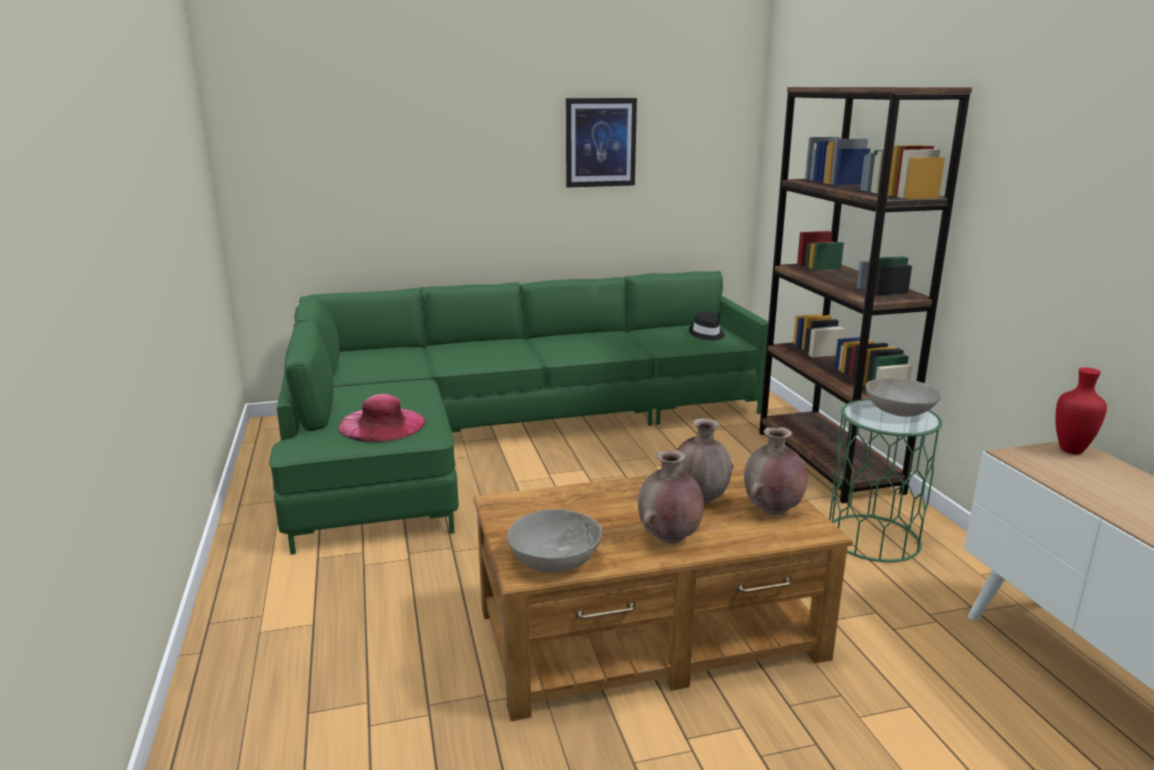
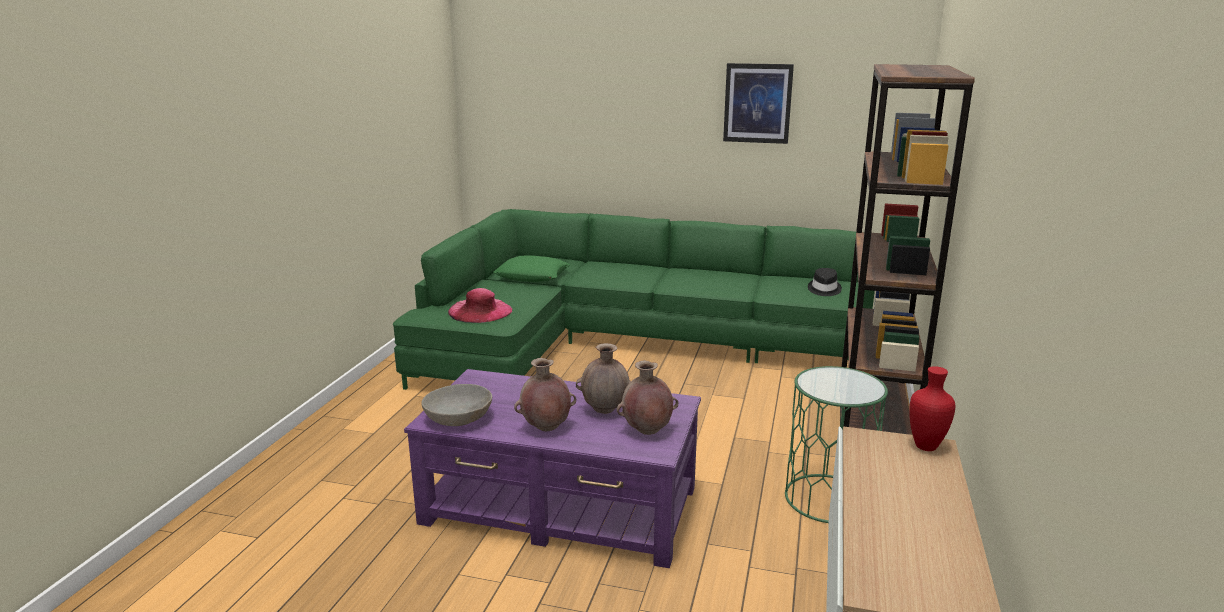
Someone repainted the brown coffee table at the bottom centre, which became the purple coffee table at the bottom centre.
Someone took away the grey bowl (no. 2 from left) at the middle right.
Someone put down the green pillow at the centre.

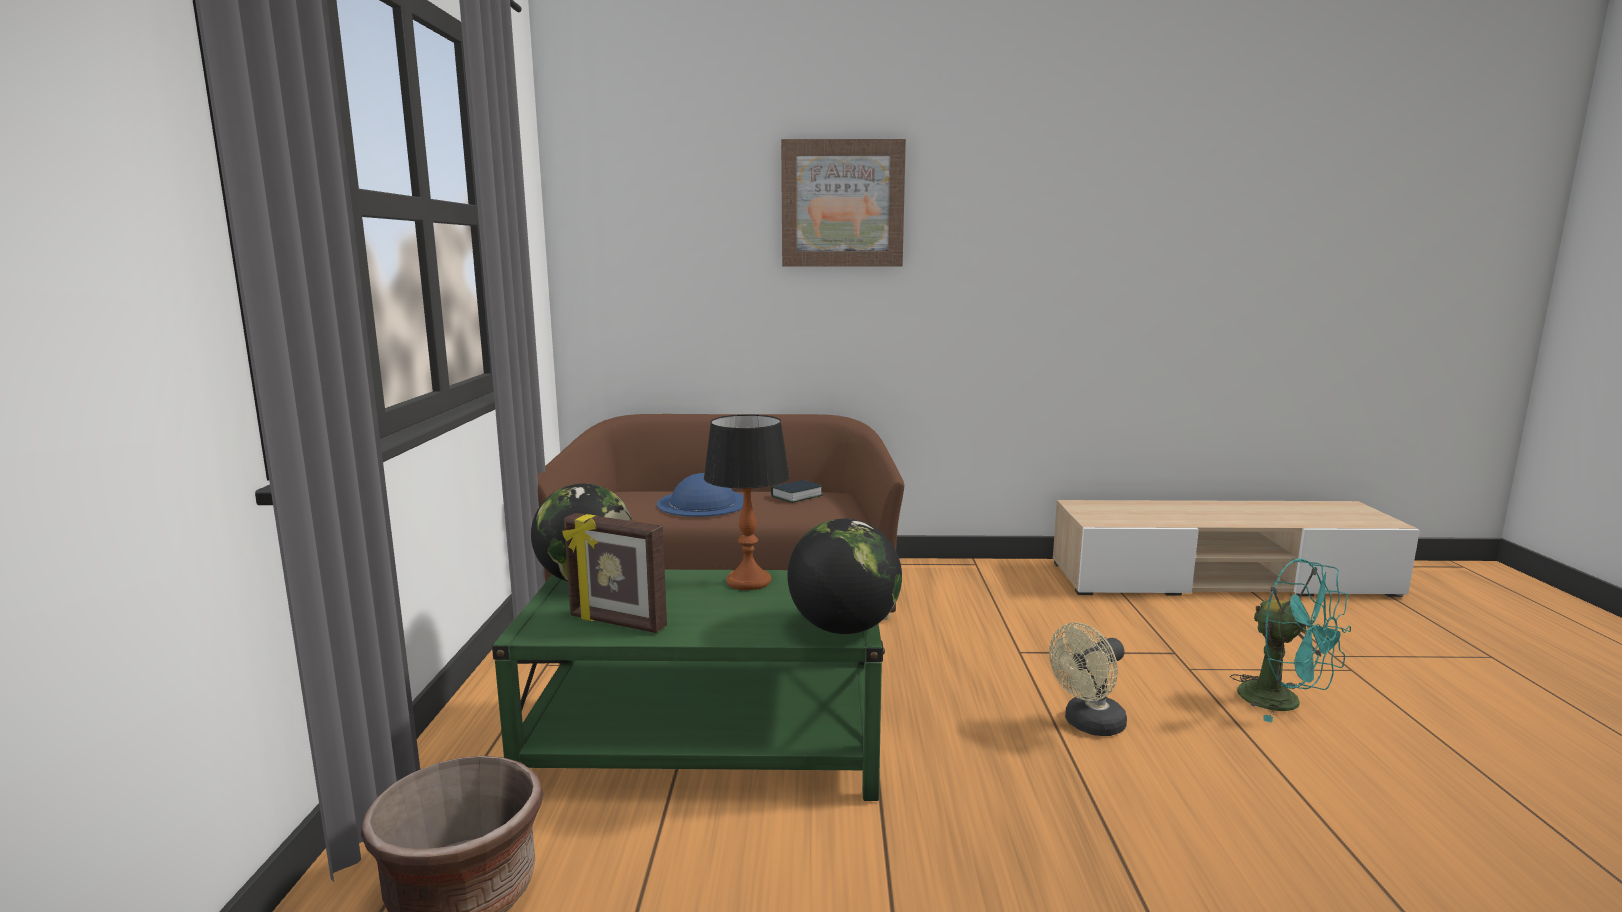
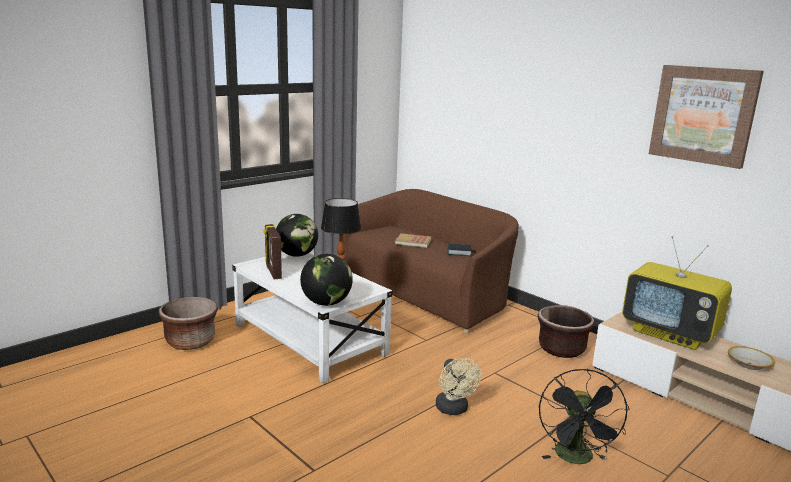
Someone repainted the green coffee table at the bottom centre, which became the white coffee table at the centre.
Someone swapped the blue hat at the centre for the book (no. 1 from left) at the centre.
Someone carried the picture from the top centre to the top right.
Someone rotated the beige fan at the bottom right by 120 degrees counterclockwise.
Someone repainted the turquoise fan at the bottom right, which became the black fan at the bottom right.
Someone put down the brown planter (no. 2 from left) at the bottom right.
Someone put down the television at the middle right.
Someone put down the bowl at the bottom right.

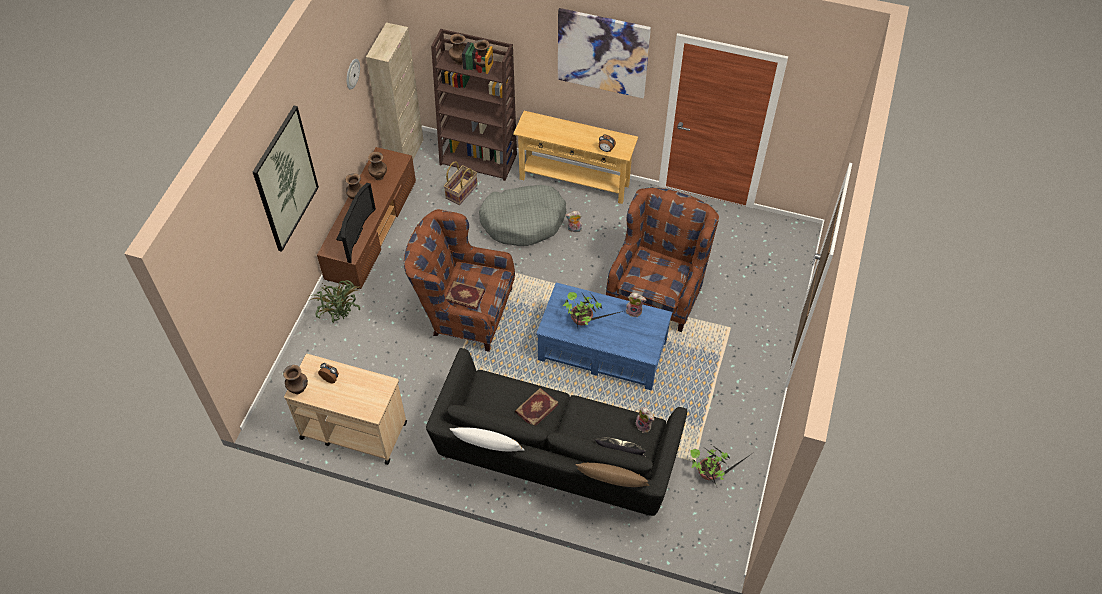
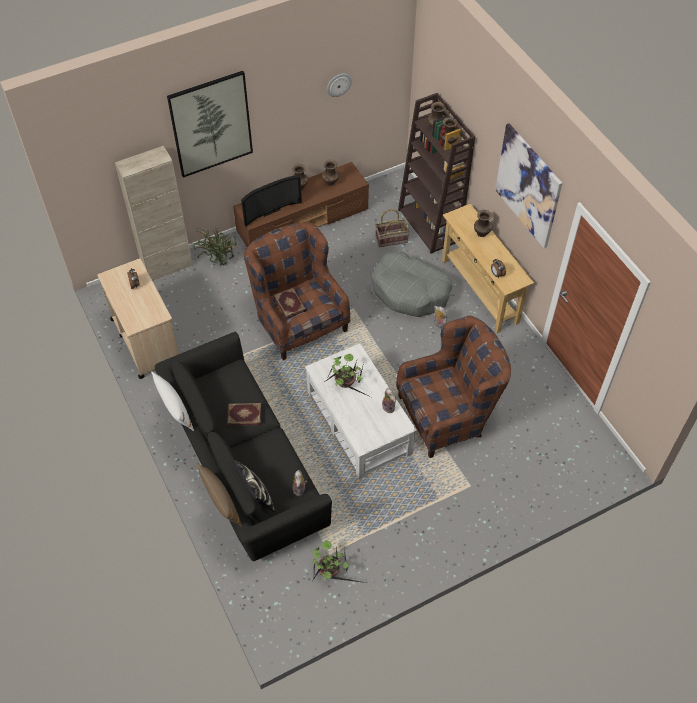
Someone carried the brown vase (no. 1 from left in the first image) from the middle left to the top right.
Someone carried the beige cabinet from the top centre to the top left.
Someone repainted the blue coffee table at the centre, which became the white coffee table at the centre.

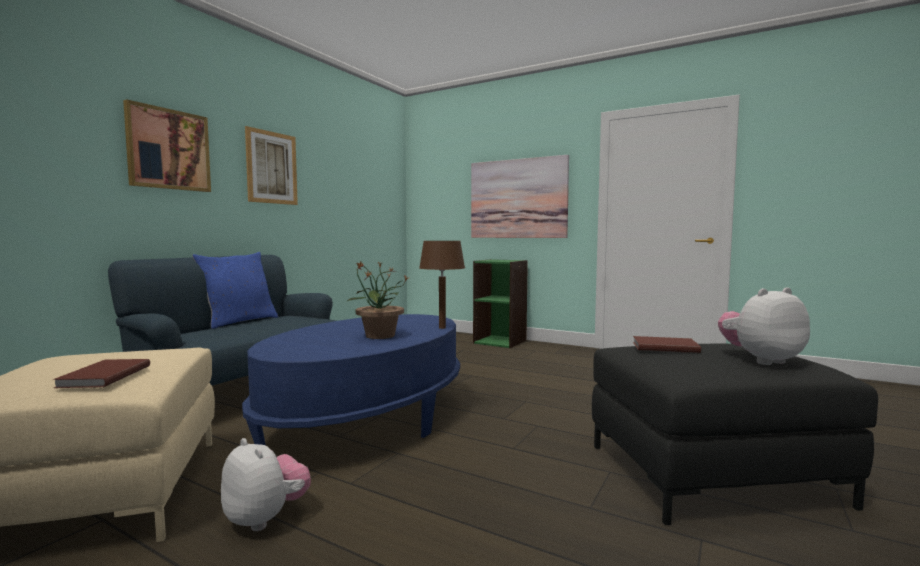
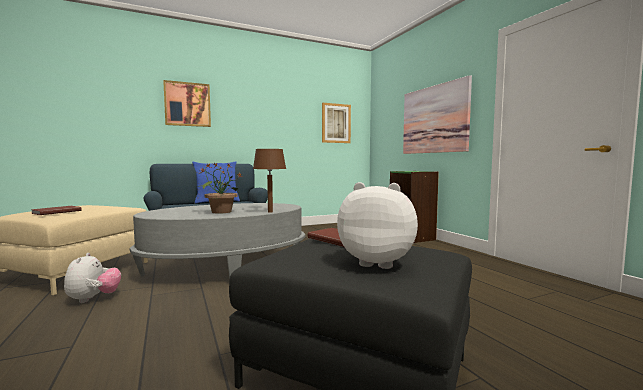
Someone repainted the blue coffee table at the bottom centre, which became the grey coffee table at the centre.
Someone carried the picture (no. 2 from left) from the top left to the top centre.

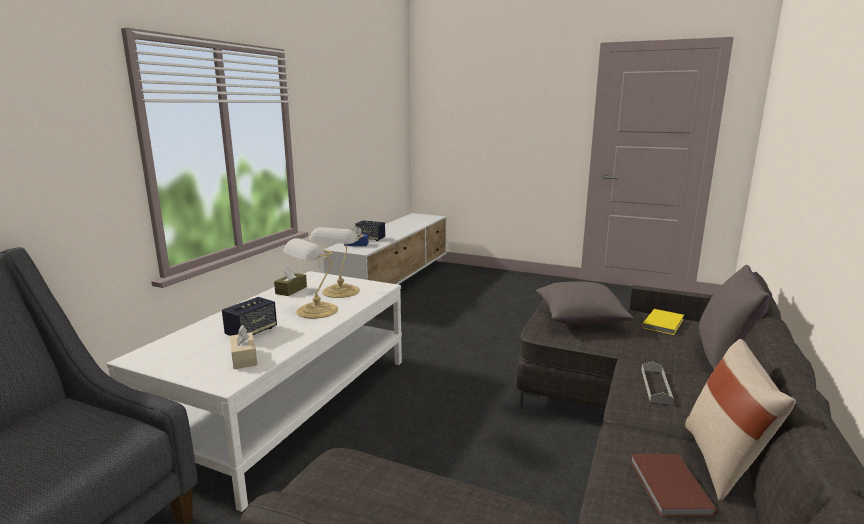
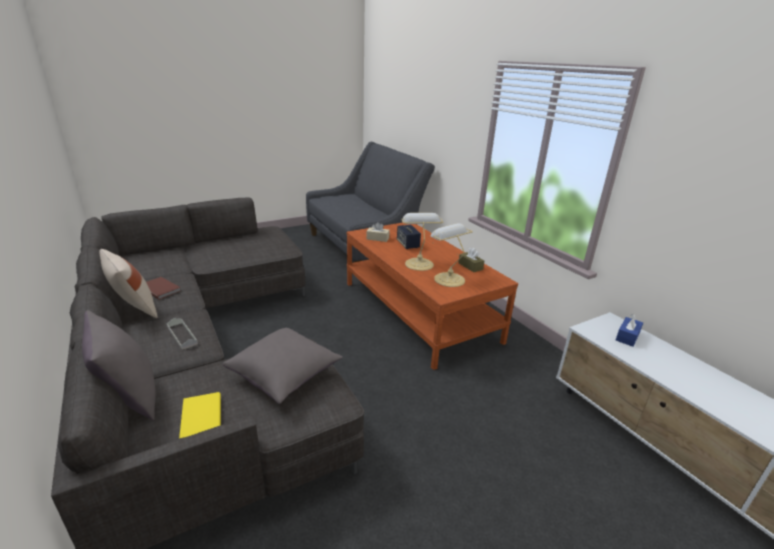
Someone repainted the white coffee table at the bottom left, which became the brown coffee table at the centre.
Someone took away the speaker (no. 2 from left) at the centre.

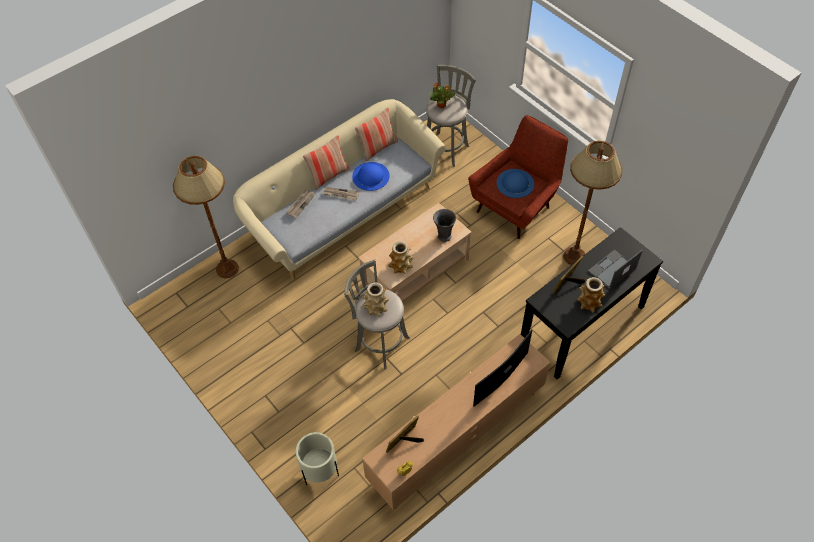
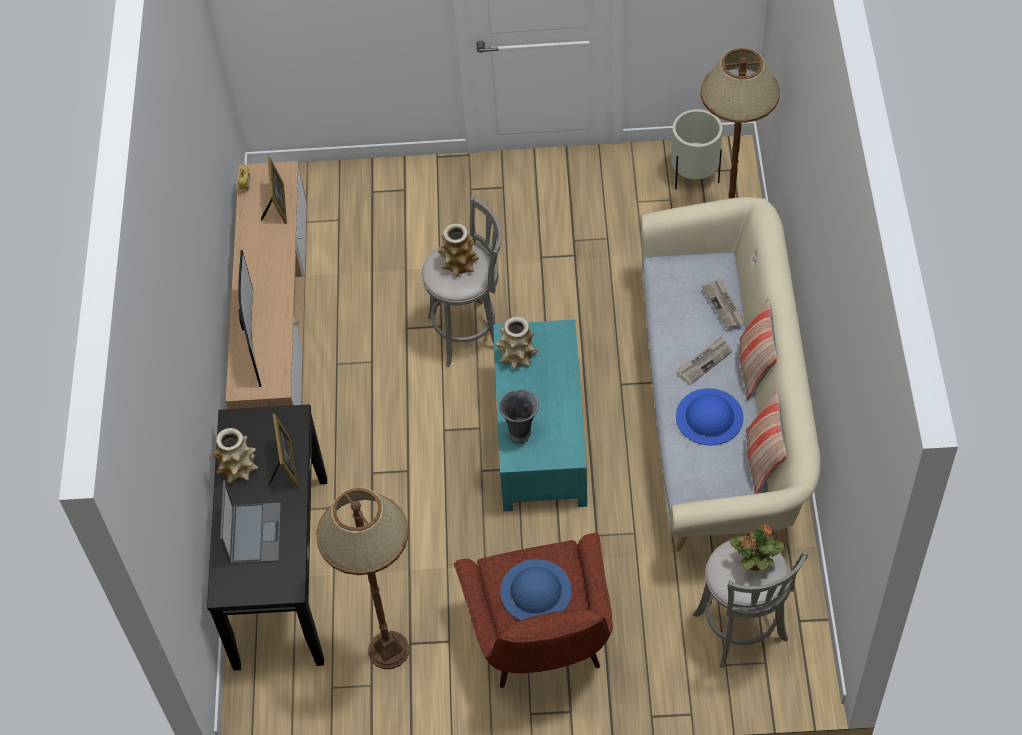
Someone carried the beige planter from the bottom centre to the top right.
Someone repainted the beige coffee table at the centre, which became the turquoise coffee table at the centre.

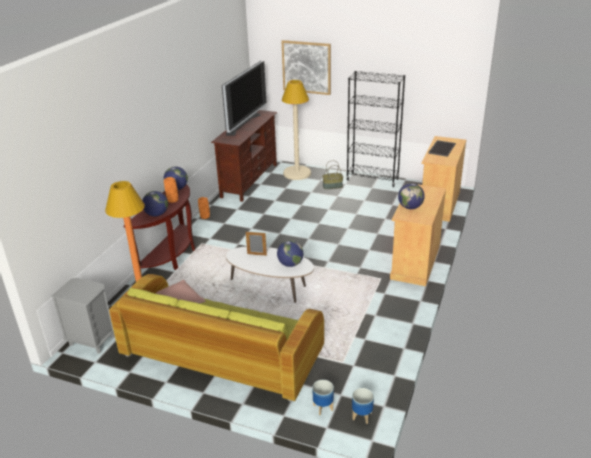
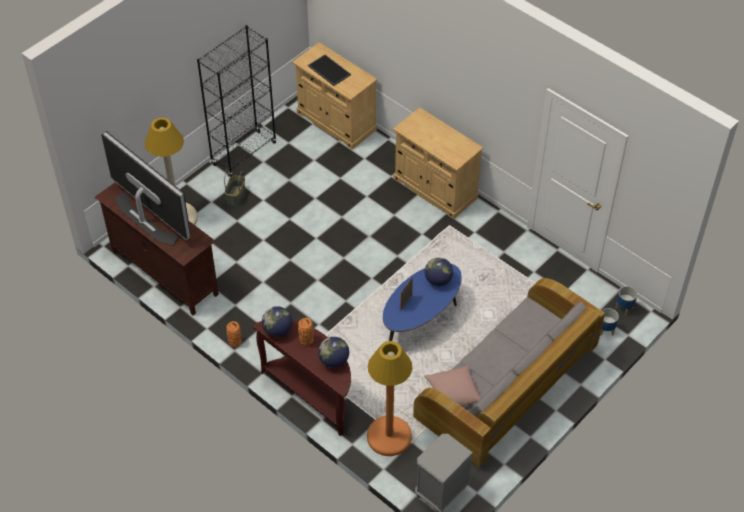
Someone repainted the green sofa at the bottom centre, which became the grey sofa at the bottom right.
Someone repainted the white coffee table at the centre, which became the blue coffee table at the centre.
Someone took away the picture at the top centre.
Someone took away the globe (no. 4 from left) at the middle right.

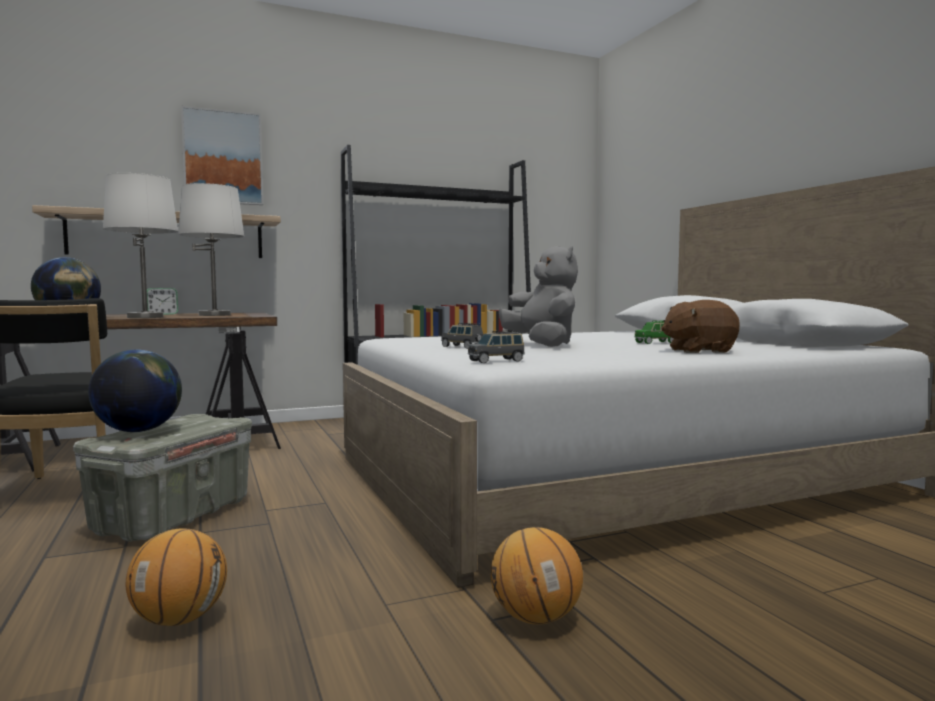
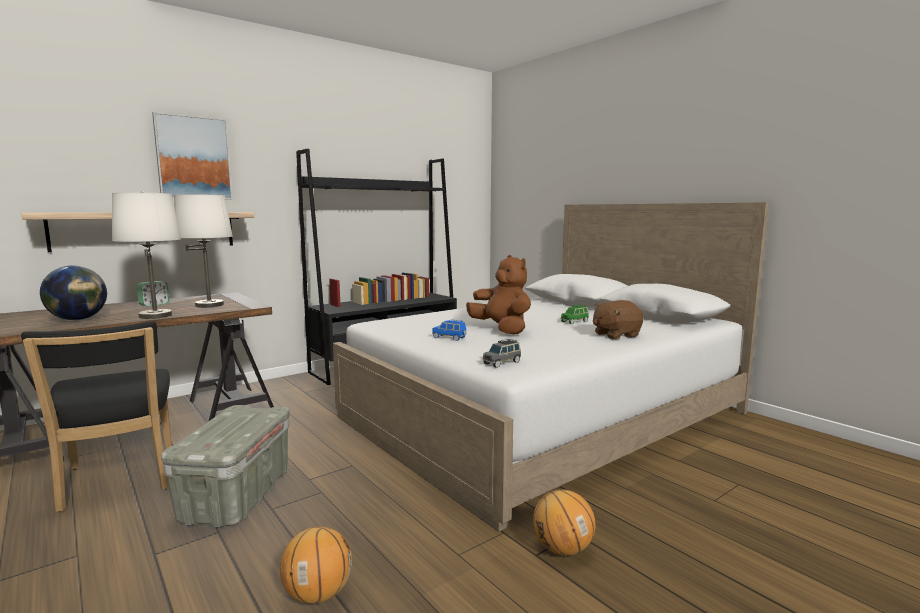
Someone took away the globe (no. 2 from left) at the middle left.
Someone repainted the grey toy car (no. 1 from left) at the centre, which became the blue toy car at the centre.
Someone repainted the grey plush toy at the centre, which became the brown plush toy (no. 1 from left) at the centre.

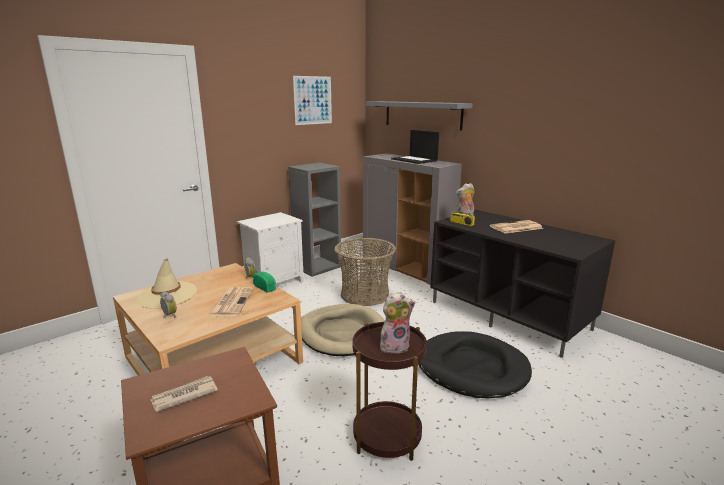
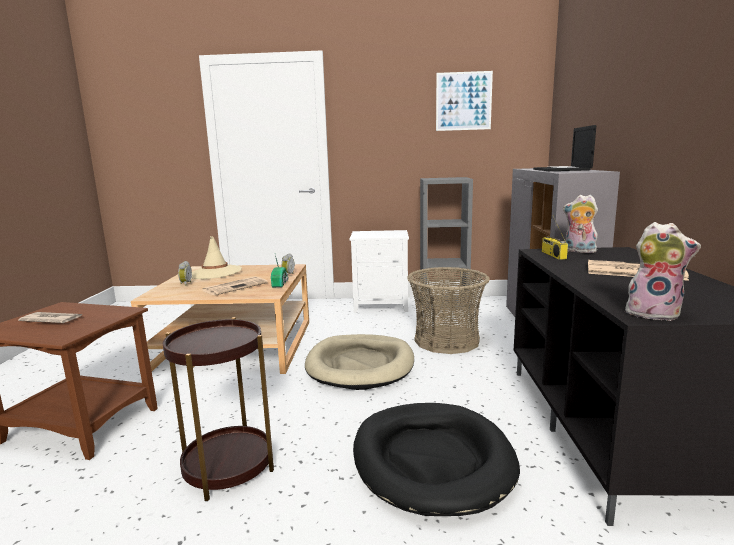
Someone took away the grey shelf at the top centre.
Someone carried the plush toy (no. 1 from left in the first image) from the centre to the middle right.

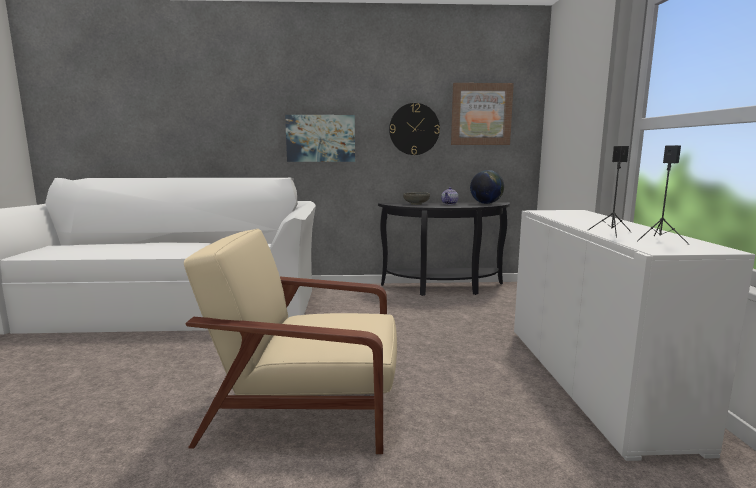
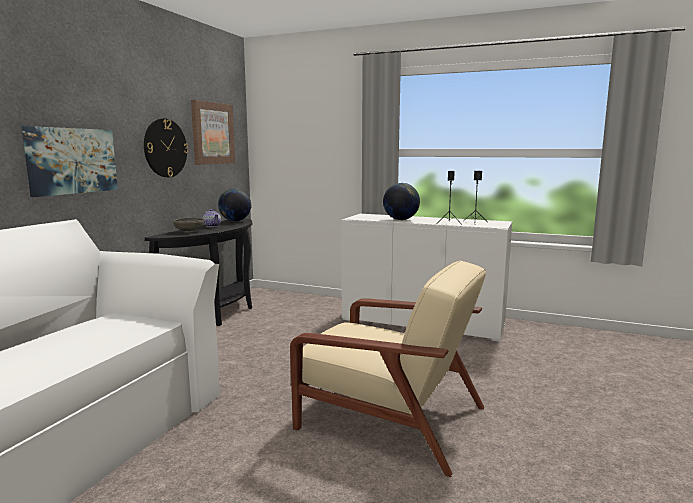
Someone rotated the beige armchair at the bottom centre by 90 degrees counterclockwise.
Someone put down the globe (no. 2 from left) at the centre.

